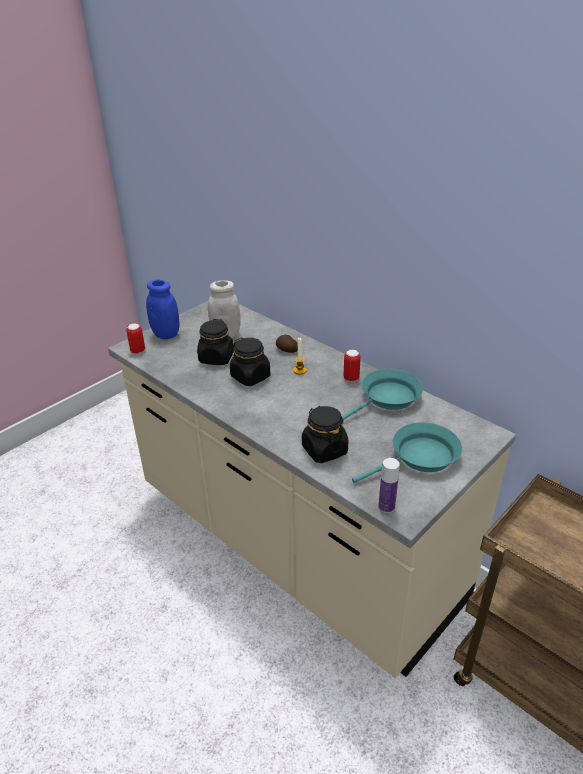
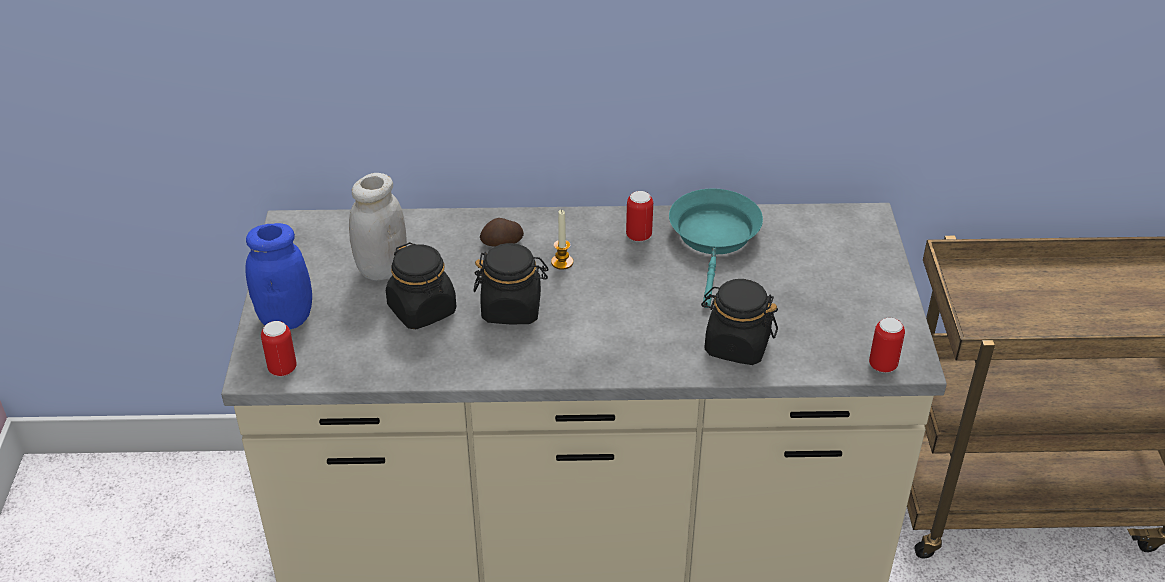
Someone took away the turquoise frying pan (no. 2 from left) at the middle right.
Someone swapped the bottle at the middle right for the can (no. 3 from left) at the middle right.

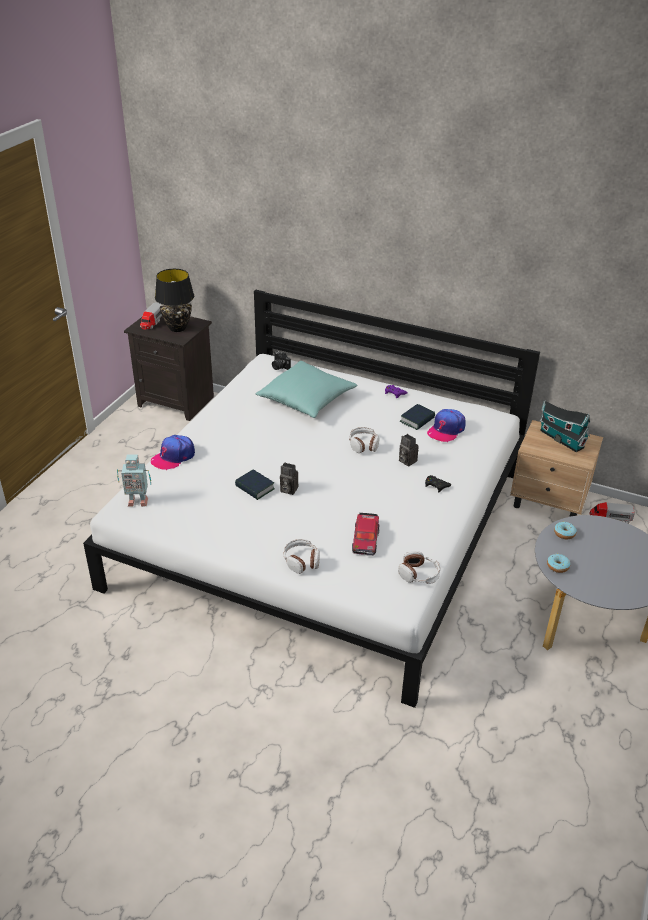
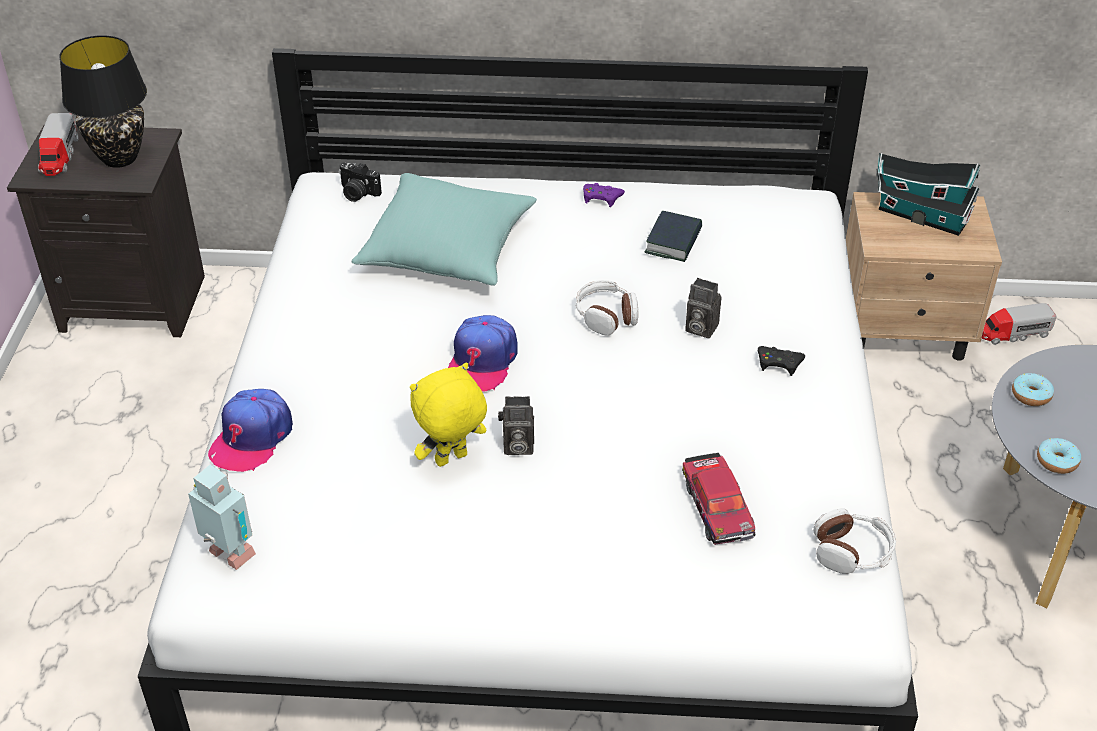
Someone rotated the toy robot at the middle left by 120 degrees counterclockwise.
Someone swapped the book (no. 1 from left) at the centre for the yellow plush toy at the centre.
Someone took away the headphones (no. 1 from left) at the centre.
Someone carried the cap (no. 2 from left) from the middle right to the centre.

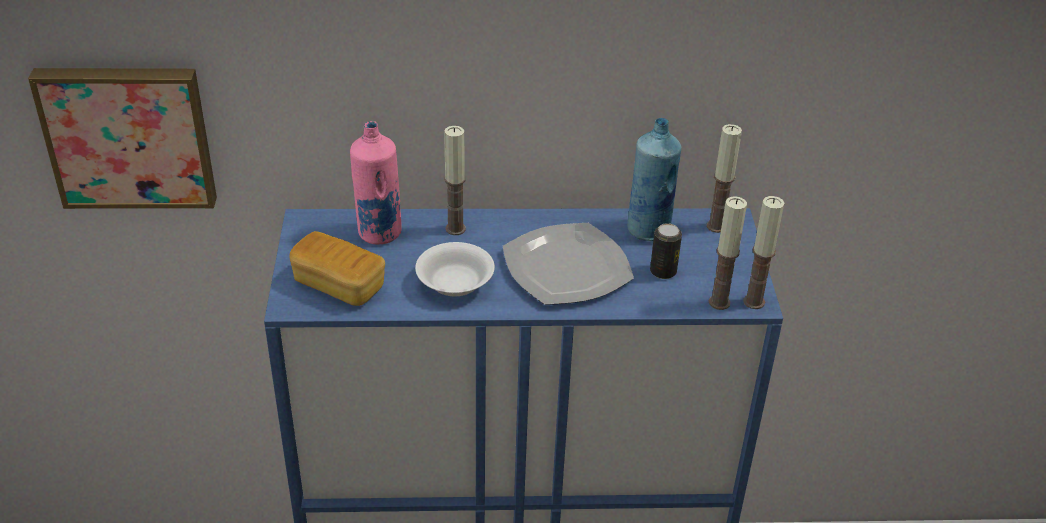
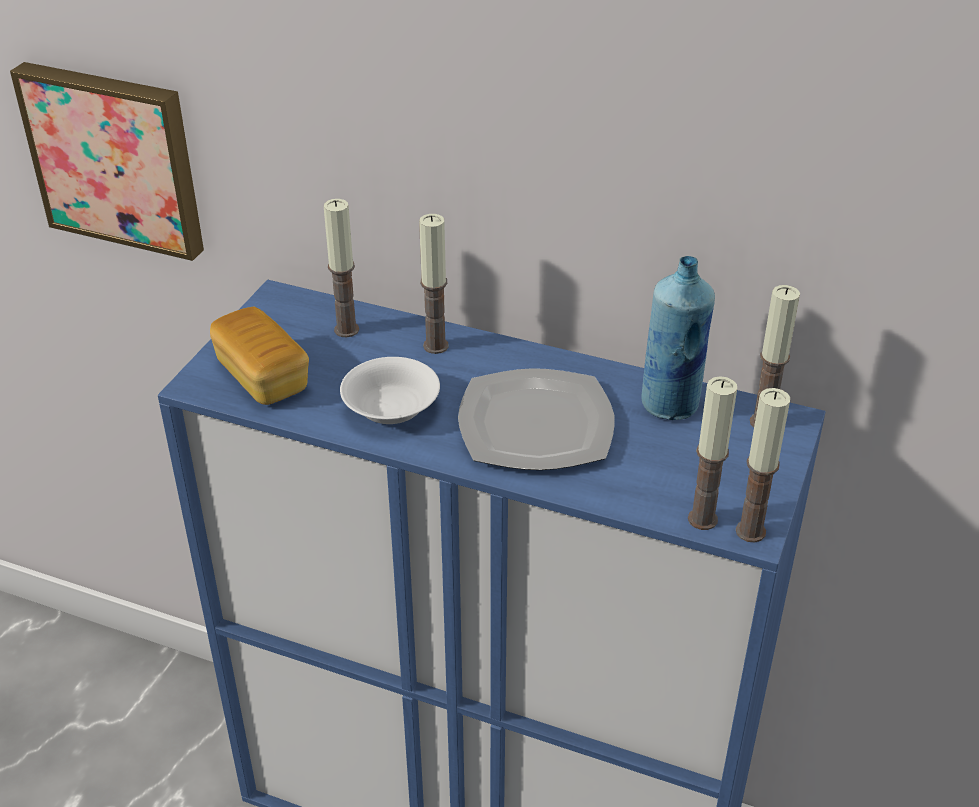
Someone swapped the pink bottle at the centre for the candle (no. 1 from left) at the top centre.
Someone took away the can at the centre.

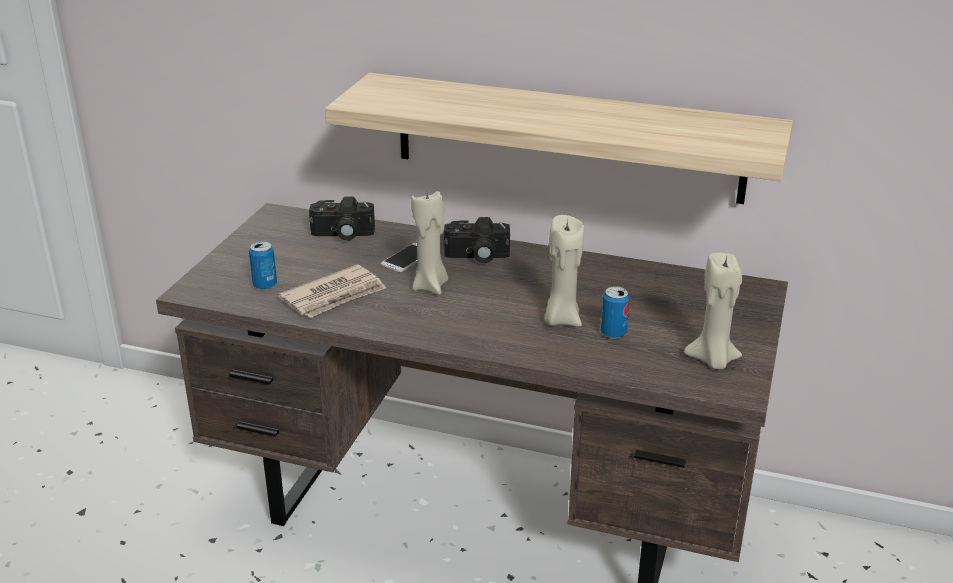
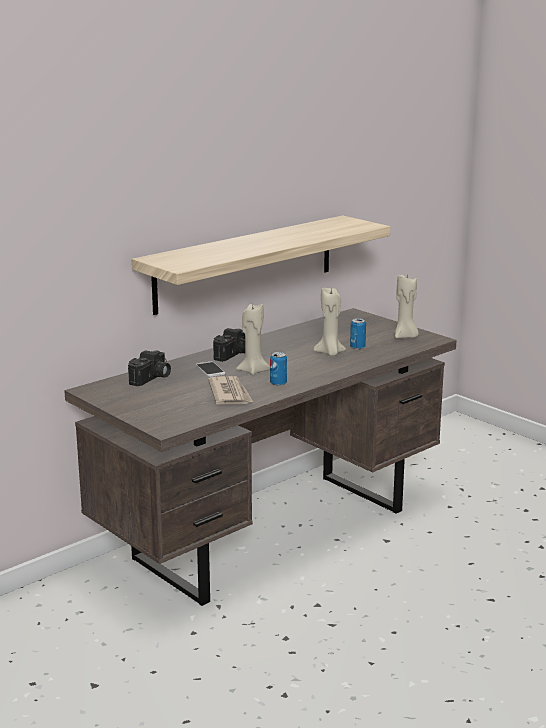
Someone carried the can (no. 1 from left) from the middle left to the centre.

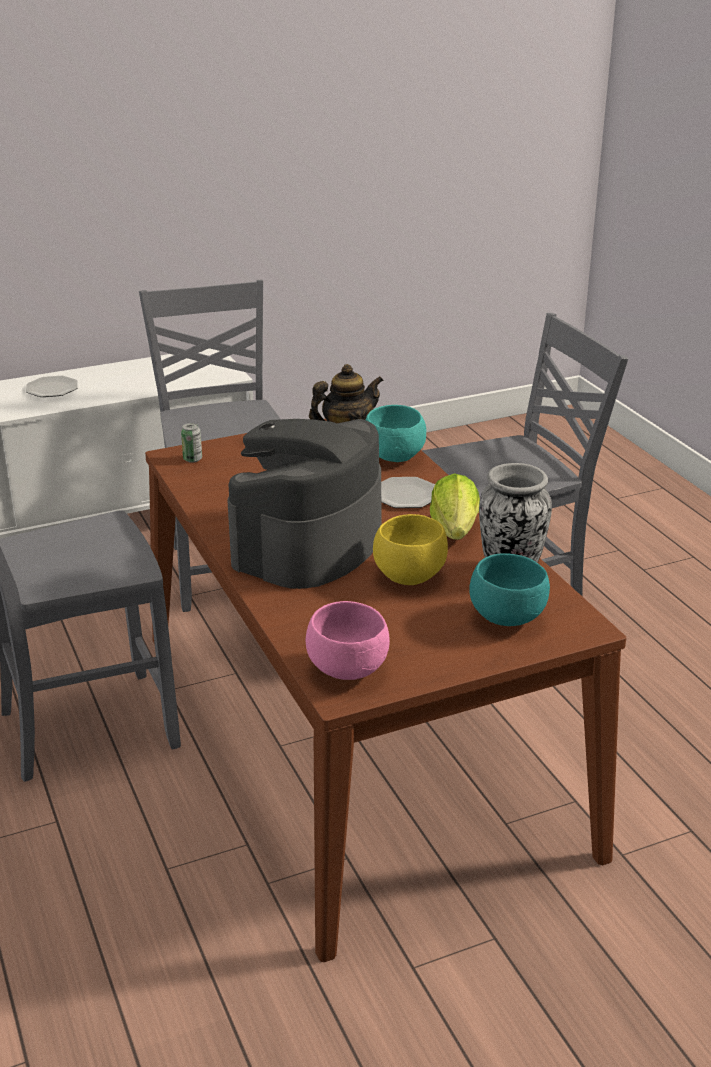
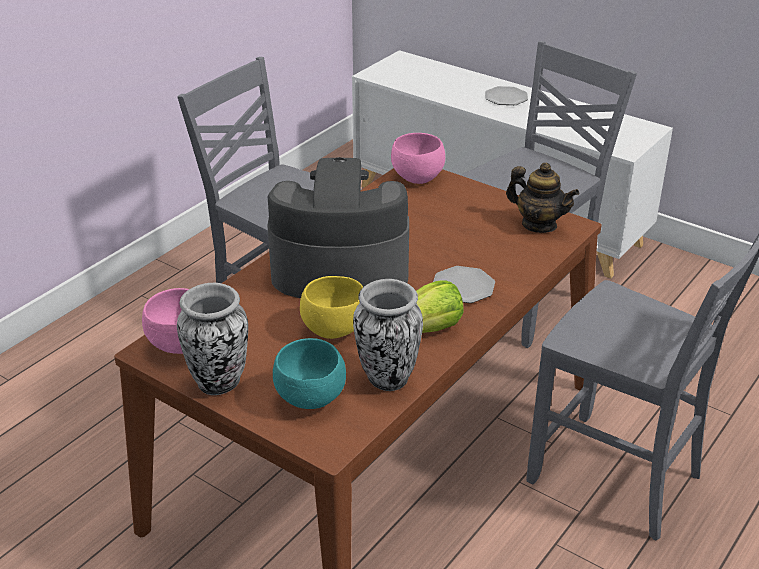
Someone swapped the can at the middle left for the pink bowl (no. 2 from left) at the top centre.
Someone took away the turquoise bowl (no. 1 from left) at the centre.
Someone put down the vase (no. 1 from left) at the middle left.

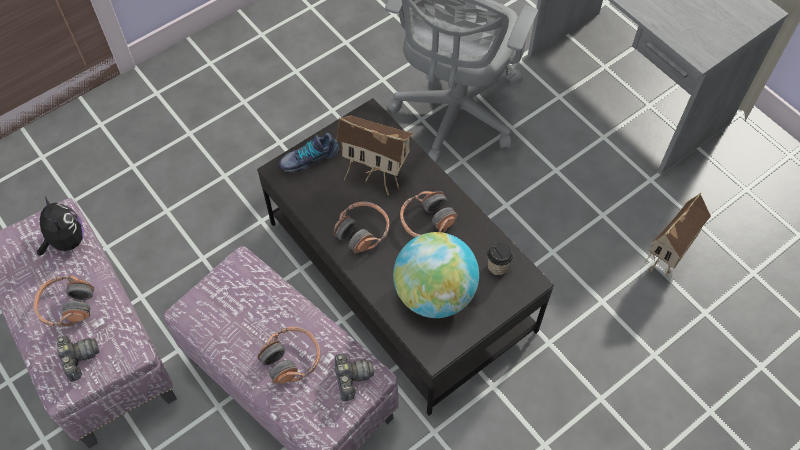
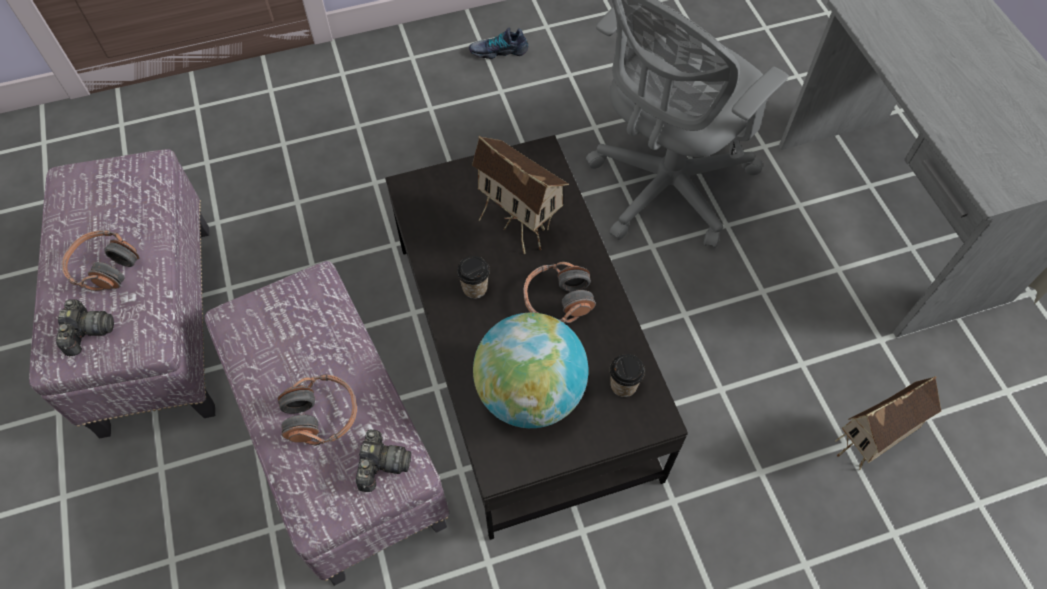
Someone took away the plush toy at the middle left.
Someone carried the shoe from the centre to the top centre.
Someone swapped the headphones (no. 3 from left) at the centre for the cup (no. 1 from left) at the centre.

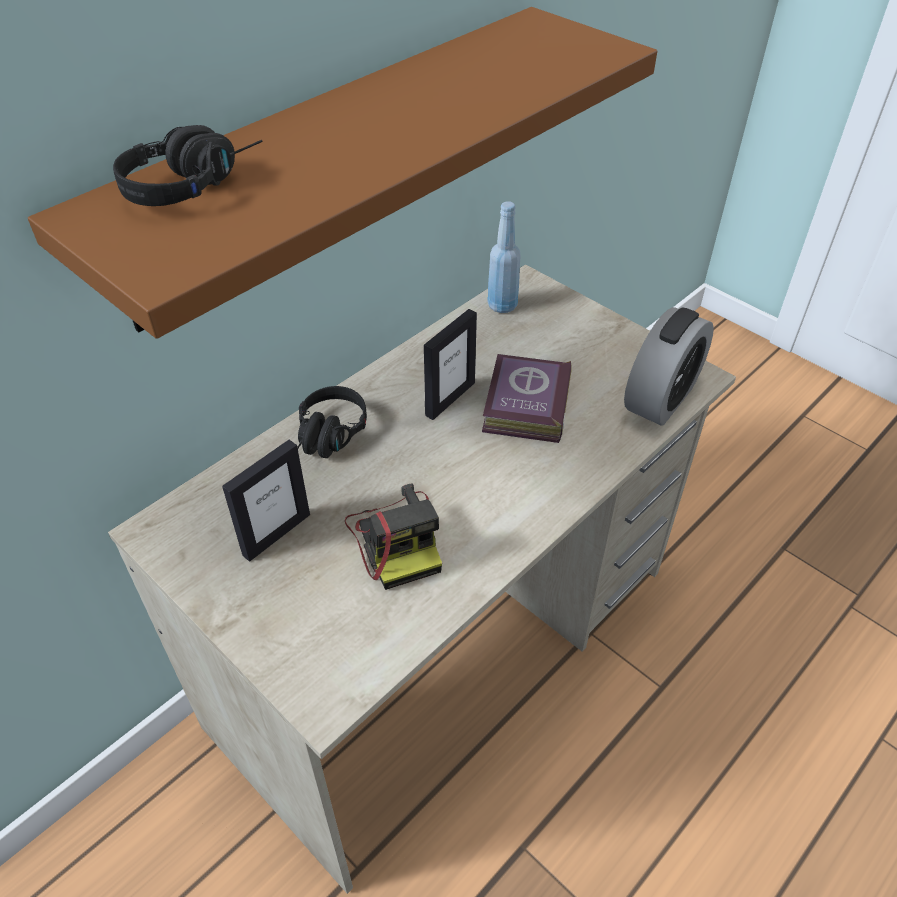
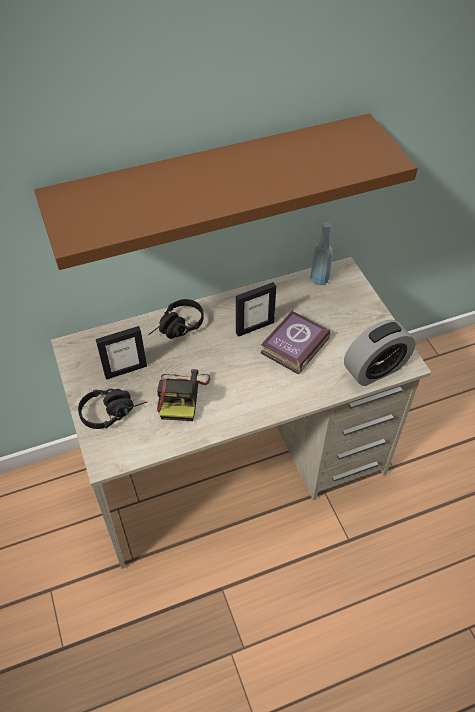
Someone carried the black headphones (no. 1 from left) from the top left to the middle left.

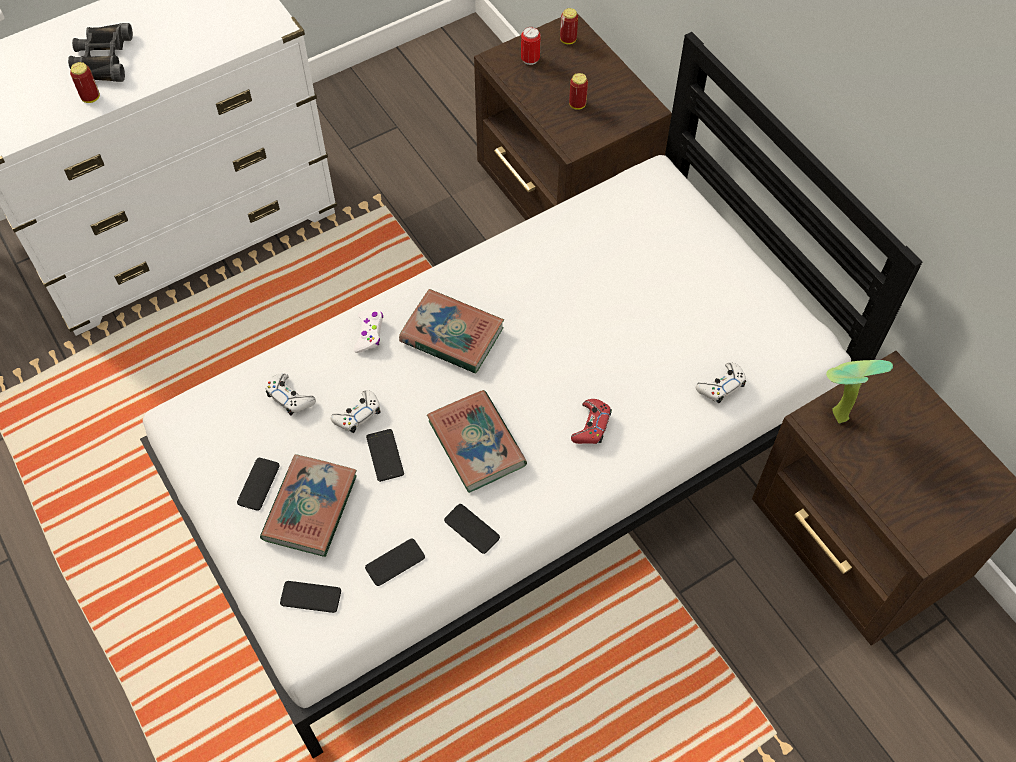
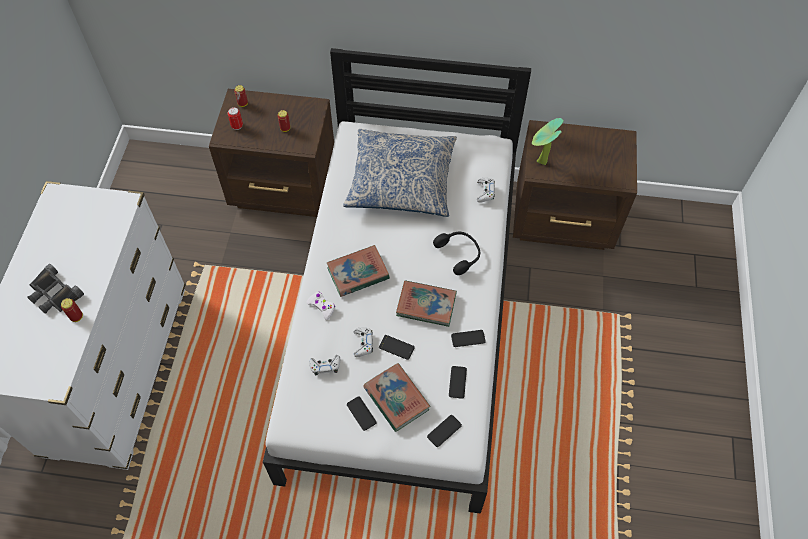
Someone swapped the red game controller at the centre for the black headphones at the centre.
Someone put down the pillow at the top centre.

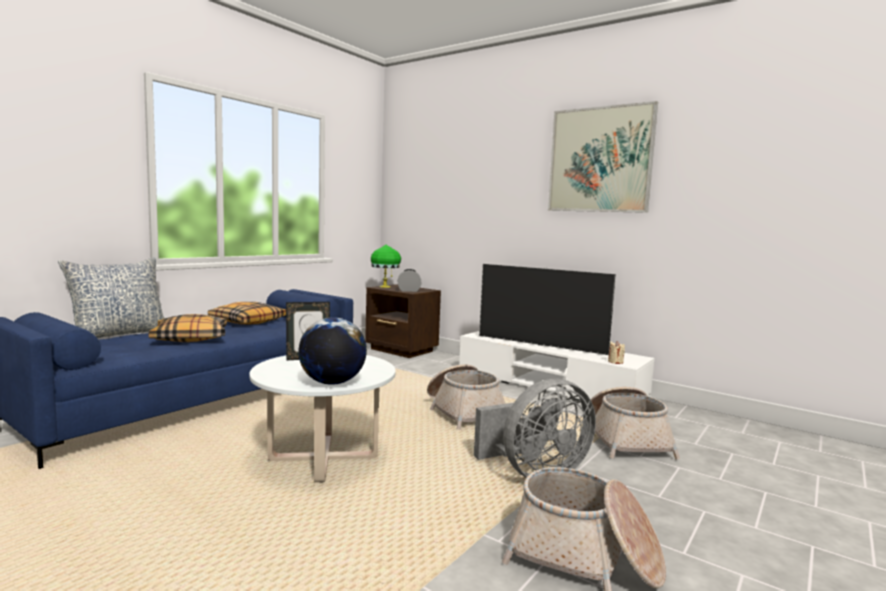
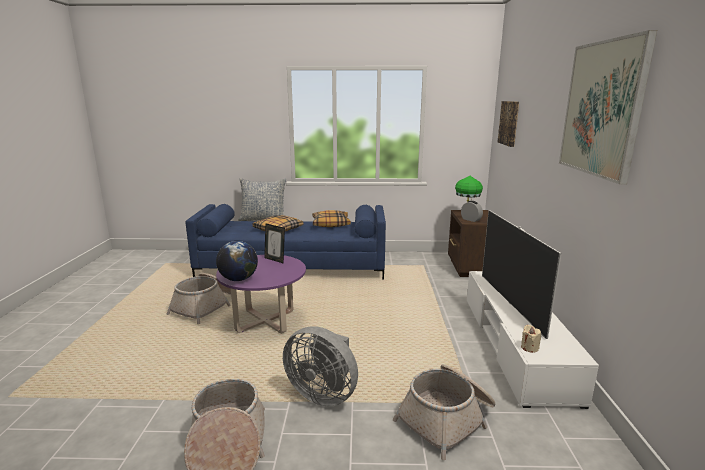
Someone repainted the white coffee table at the bottom centre, which became the purple coffee table at the centre.
Someone carried the basket (no. 1 from left) from the bottom centre to the middle left.
Someone put up the picture (no. 1 from left) at the top right.

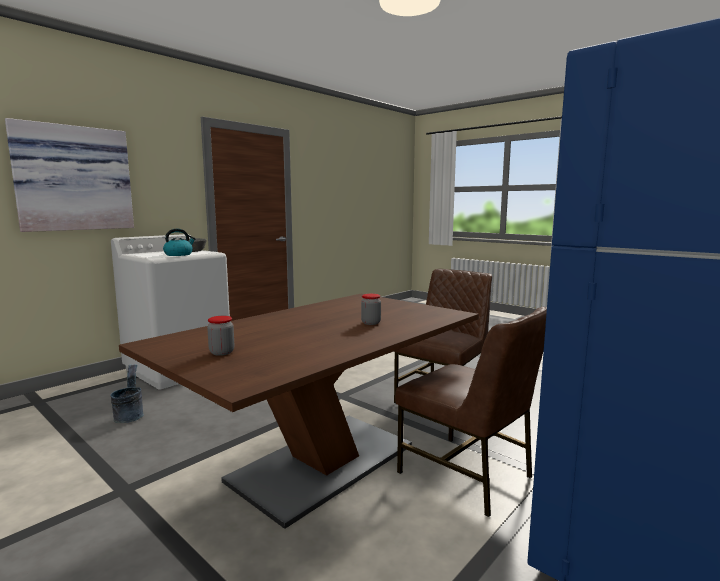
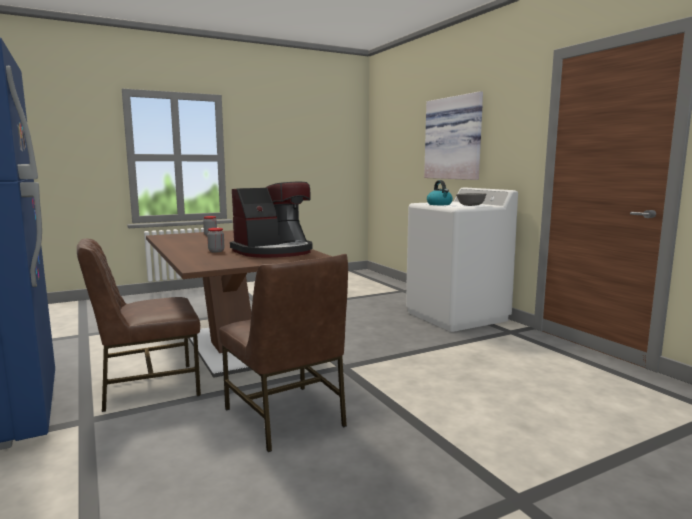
Someone took away the grey bucket at the bottom left.
Someone put down the coffee machine at the centre.

